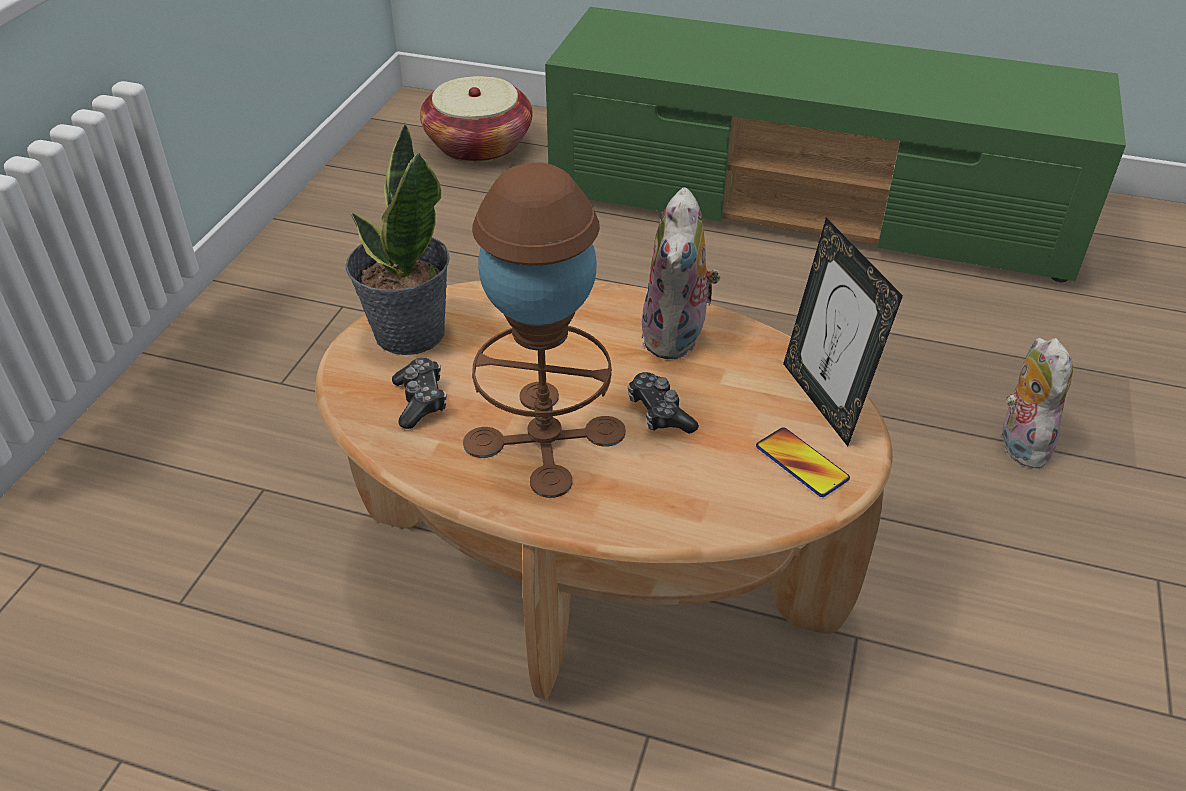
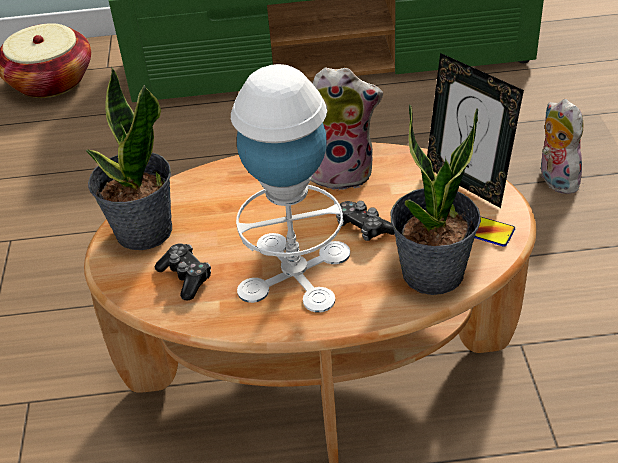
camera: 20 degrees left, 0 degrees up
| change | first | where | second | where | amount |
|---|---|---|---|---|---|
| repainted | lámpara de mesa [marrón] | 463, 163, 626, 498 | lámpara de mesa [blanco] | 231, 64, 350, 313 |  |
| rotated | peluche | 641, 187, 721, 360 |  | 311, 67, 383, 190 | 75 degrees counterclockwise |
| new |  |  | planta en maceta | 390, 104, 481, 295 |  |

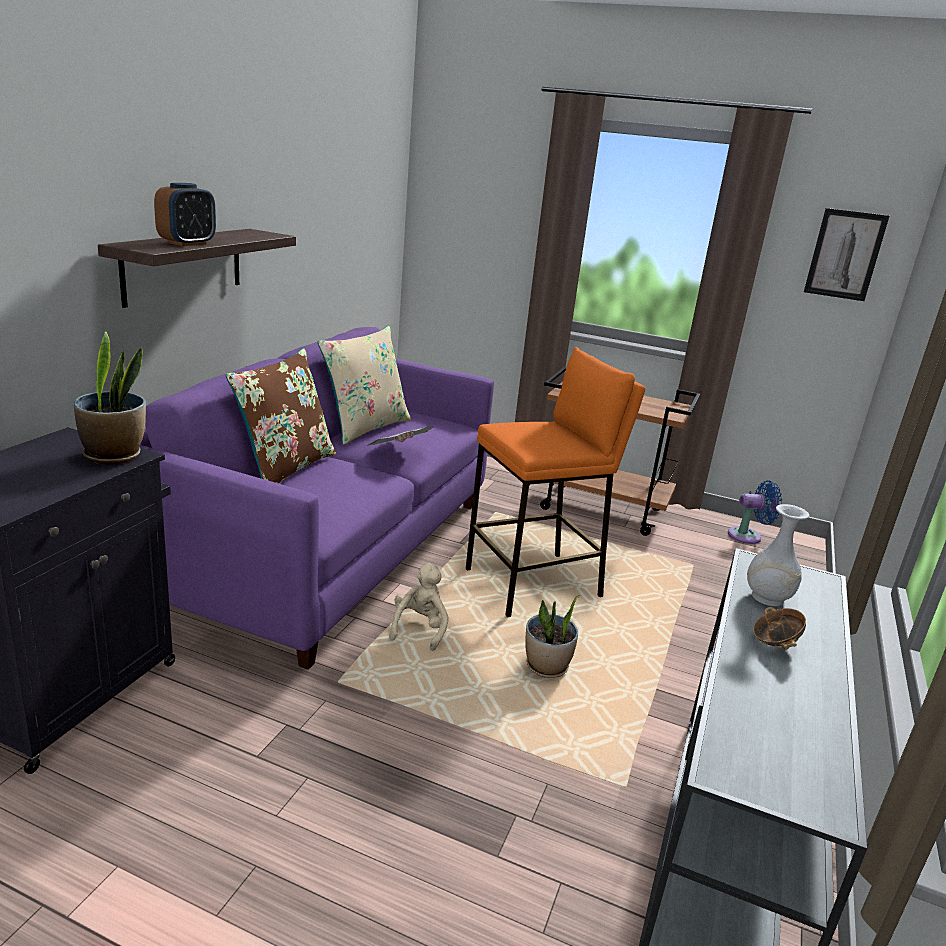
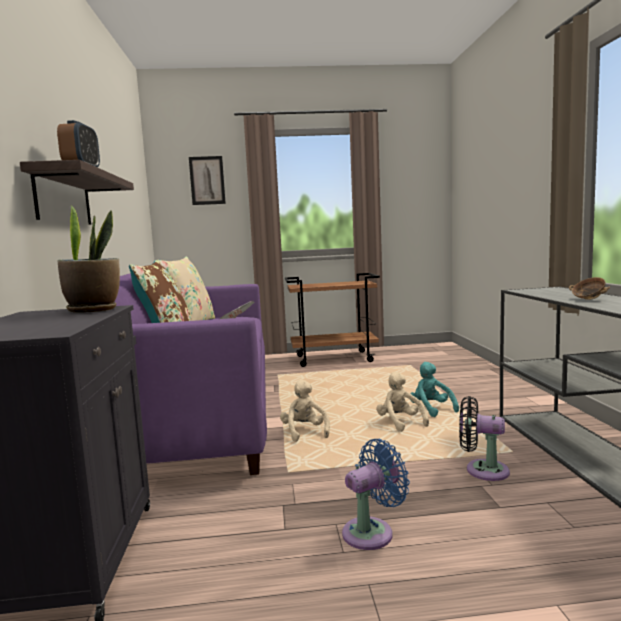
camera: 25 degrees left, 15 degrees down
| change | first | where | second | where | amount |
|---|---|---|---|---|---|
| shifted | cuadro | 804, 208, 889, 301 |  | 189, 156, 226, 205 |  |
| gone | taburete [naranja] | 466, 347, 645, 617 |  |  |  |
| shifted | ventilador [azul] | 728, 480, 782, 544 |  | 342, 439, 410, 550 |  |
| gone | florero [blanco] | 747, 504, 810, 606 |  |  |  |
| swapped | planta en maceta | 525, 595, 581, 678 | peluche [beis] | 376, 372, 429, 432 |  |
| new |  |  | peluche [turquesa] | 410, 362, 459, 417 |  |
| new |  |  | ventilador [negro] | 459, 396, 510, 481 |  |

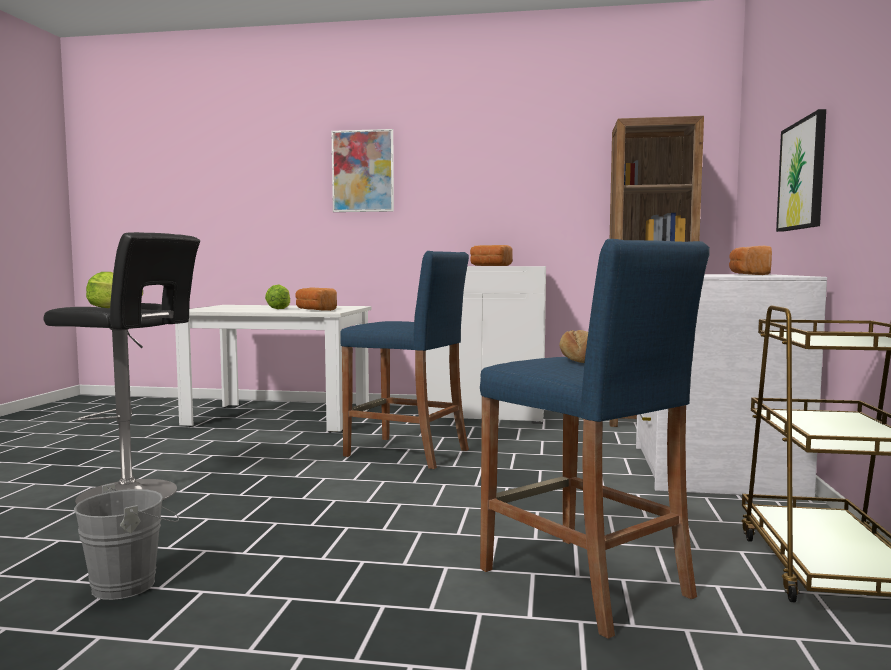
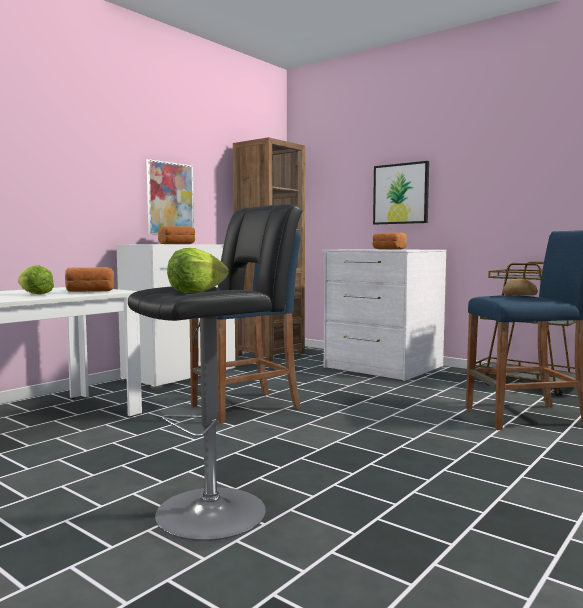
camera: 60 degrees left, 0 degrees up
| change | first | where | second | where | amount |
|---|---|---|---|---|---|
| shifted | cuadro | 331, 129, 394, 212 |  | 146, 159, 194, 234 |  |
| gone | cubo [gris] | 74, 483, 179, 600 |  |  |  |

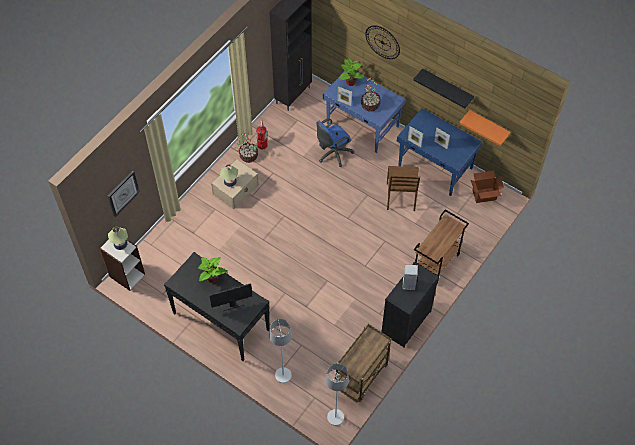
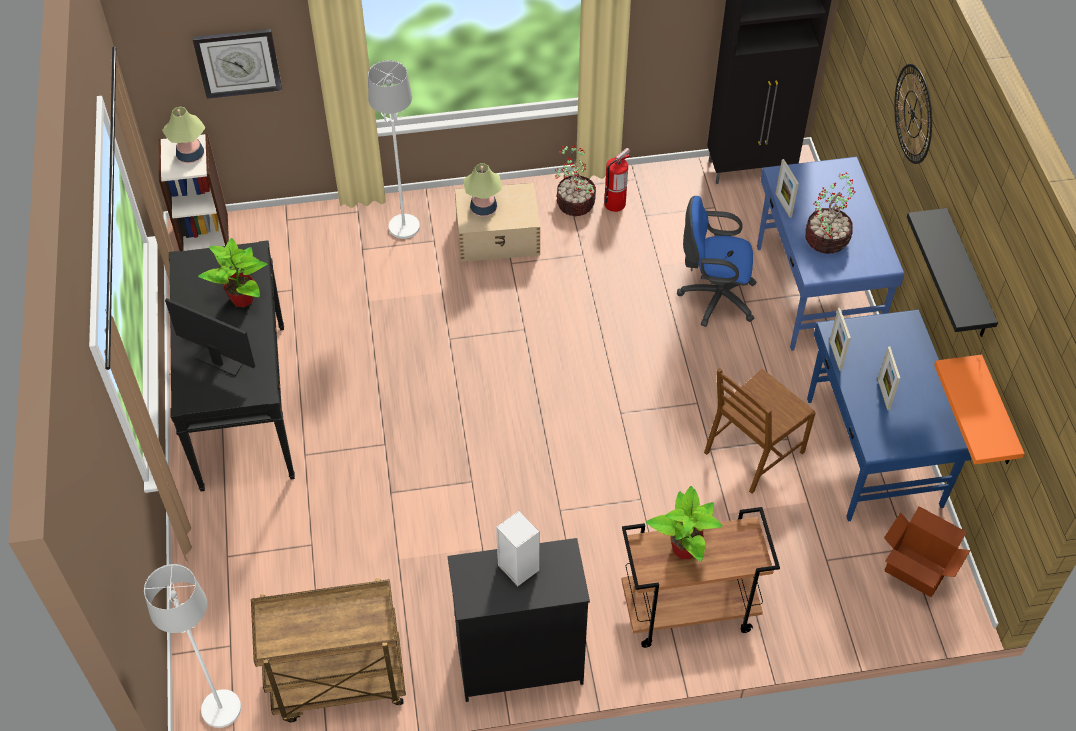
camera: 45 degrees right, 5 degrees down
| change | first | where | second | where | amount |
|---|---|---|---|---|---|
| shifted | planta en maceta | 339, 58, 364, 86 |  | 646, 486, 723, 562 |  |
| shifted | lámpara de pie [blanco] | 269, 319, 292, 383 |  | 368, 60, 420, 239 |  |

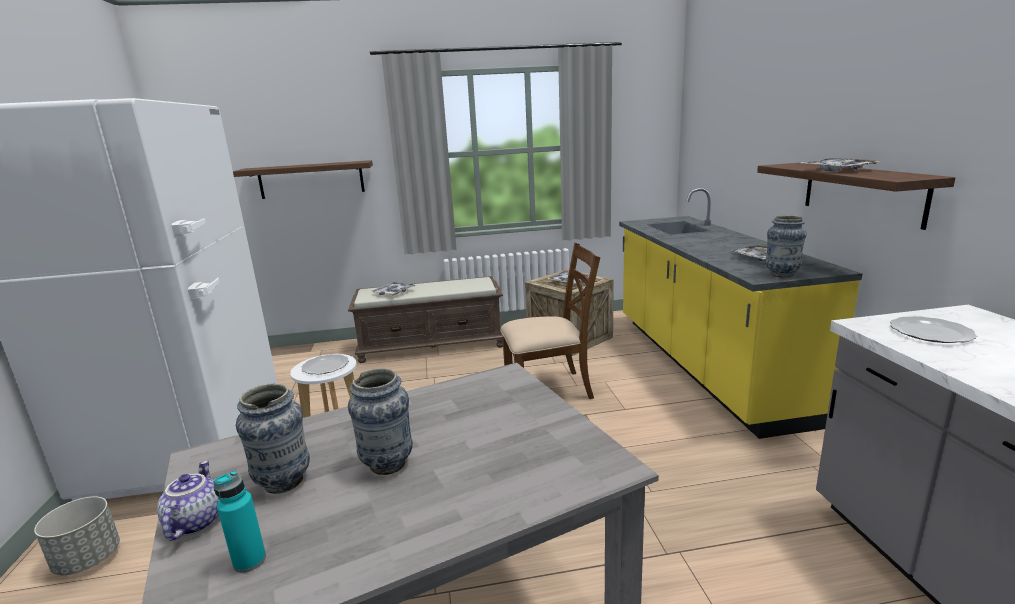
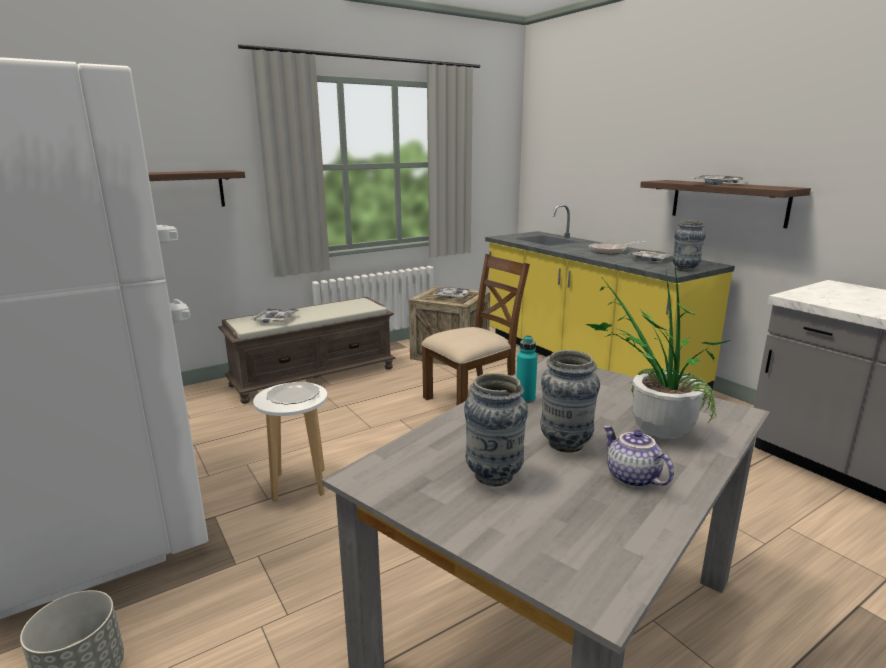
camera: 25 degrees left, 0 degrees up
| change | first | where | second | where | amount |
|---|---|---|---|---|---|
| gone | plato | 890, 316, 977, 343 |  |  |  |
| shifted | tetera | 157, 460, 219, 540 |  | 603, 425, 674, 488 |  |
| shifted | botella [turquesa] | 213, 471, 266, 573 |  | 516, 335, 538, 403 |  |
| new |  |  | sartén | 589, 241, 646, 254 |  |
| new |  |  | planta en maceta | 586, 260, 730, 439 |  |

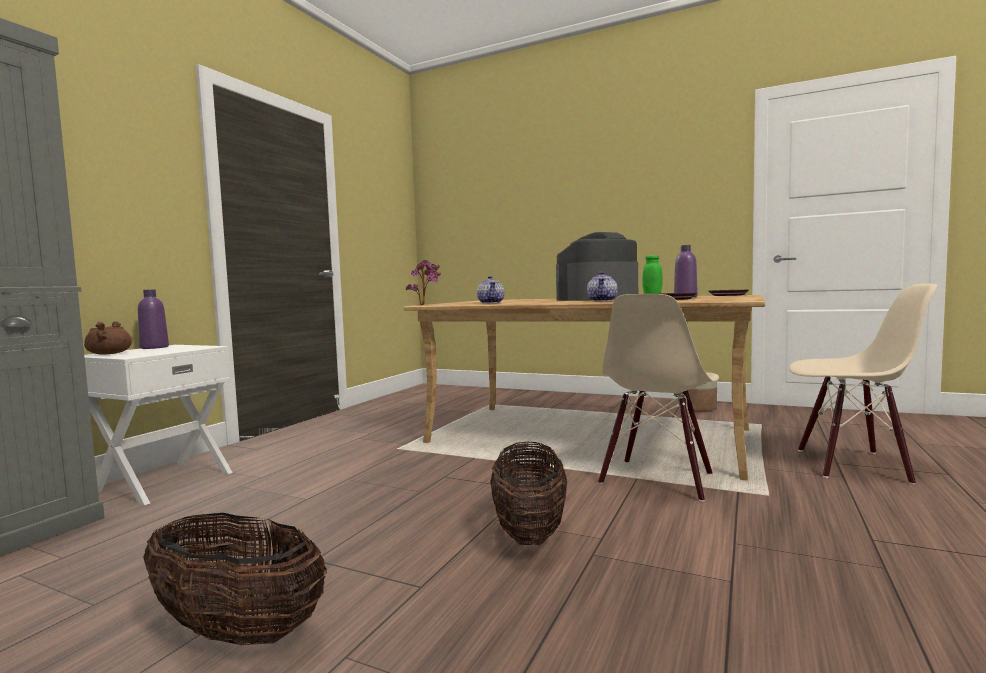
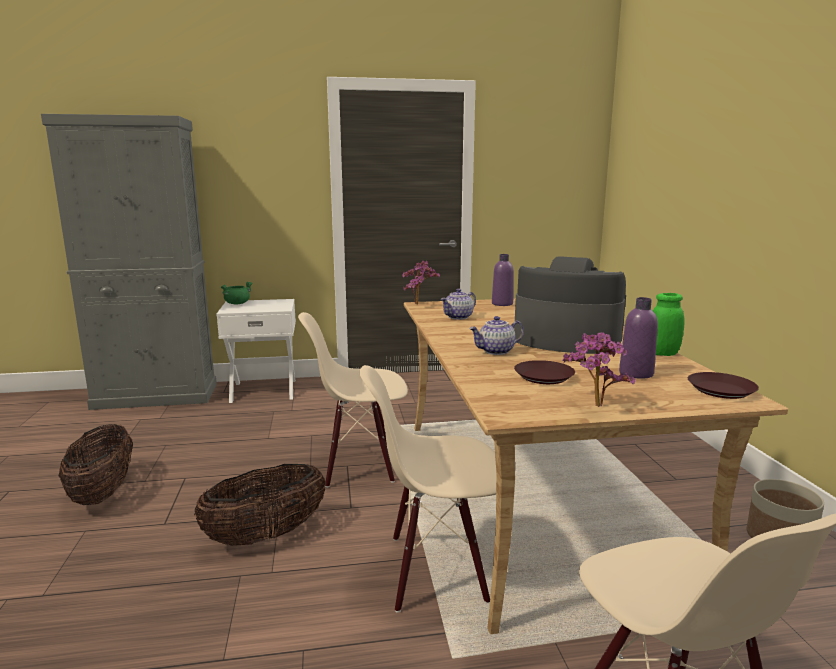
camera: 55 degrees right, 10 degrees up
| change | first | where | second | where | amount |
|---|---|---|---|---|---|
| shifted | botella [morado] | 138, 289, 169, 349 |  | 492, 254, 514, 306 |  |
| repainted | olla [marrón] | 84, 321, 132, 355 | olla [verde] | 221, 282, 253, 304 |  |
| new |  |  | silla [beis] | 298, 312, 408, 488 |  |
| new |  |  | planta en maceta | 563, 332, 635, 407 |  |

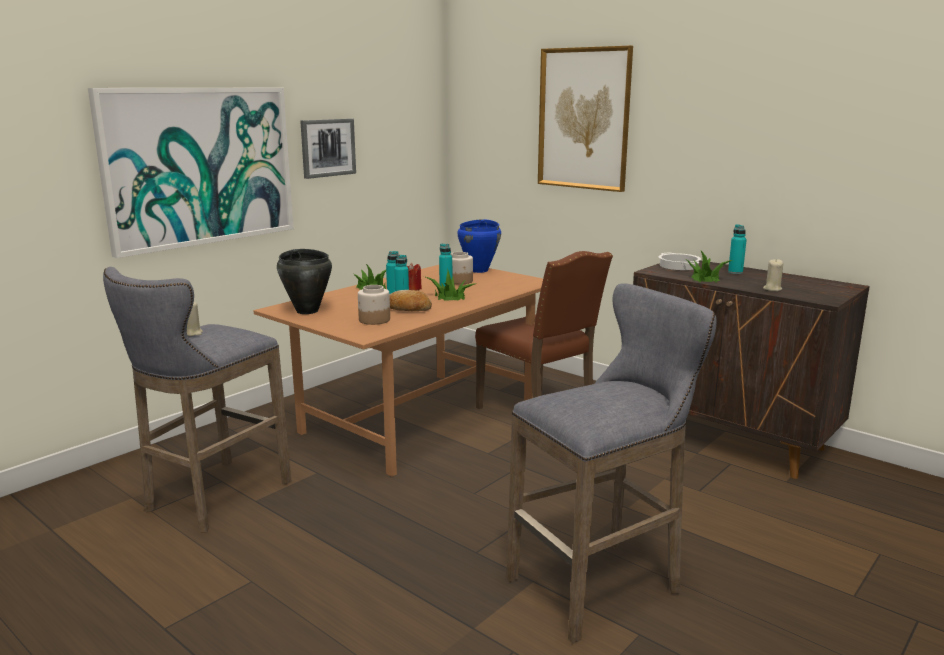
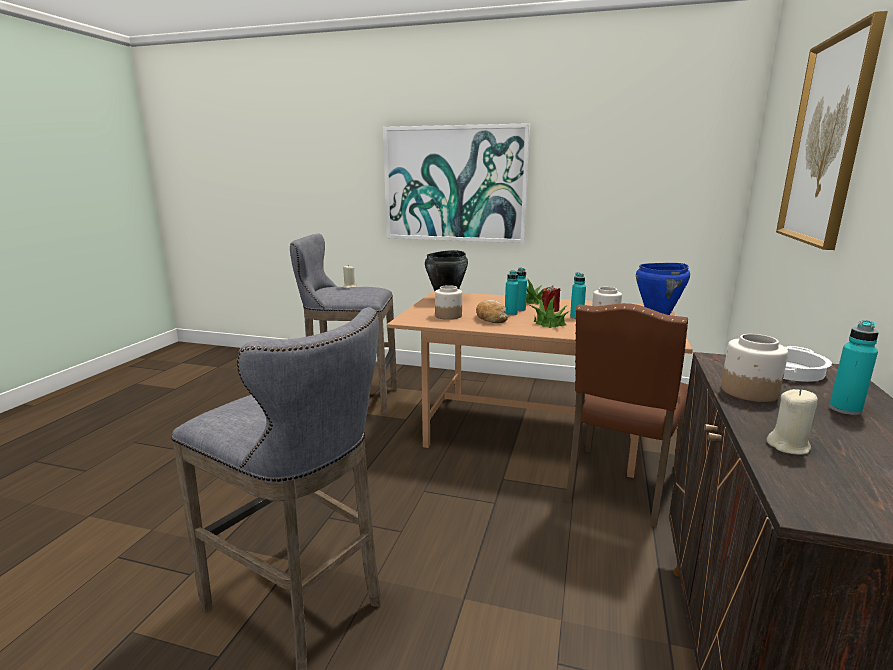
camera: 65 degrees right, 0 degrees up
| change | first | where | second | where | amount |
|---|---|---|---|---|---|
| gone | cuadro | 300, 118, 356, 179 |  |  |  |
| swapped | planta en maceta | 687, 251, 732, 282 | tarro | 721, 334, 788, 402 |  |

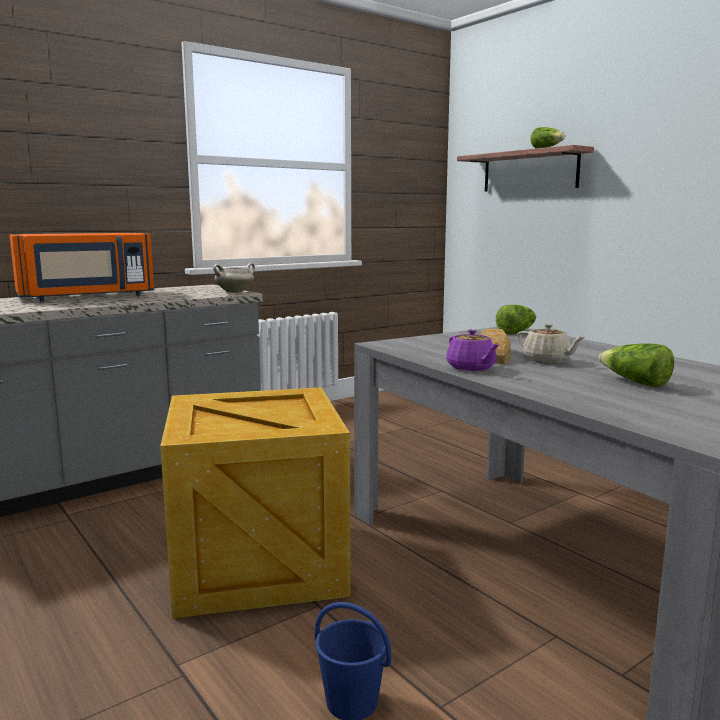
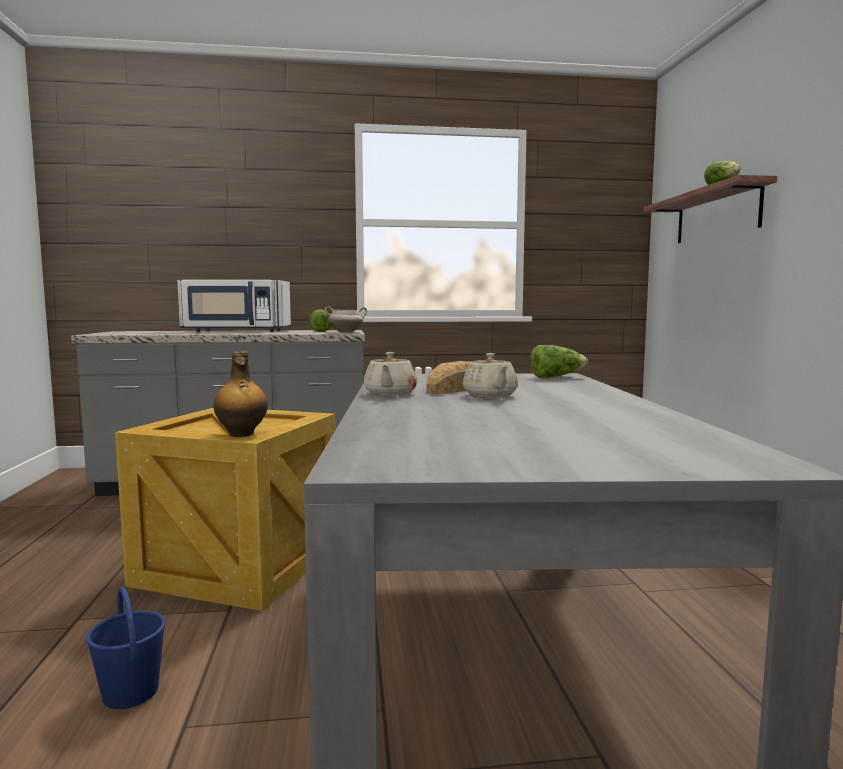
camera: 30 degrees right, 5 degrees down
| change | first | where | second | where | amount |
|---|---|---|---|---|---|
| repainted | microondas [naranja] | 9, 233, 154, 301 | microondas [blanco] | 177, 280, 291, 332 |  |
| repainted | tetera [morado] | 447, 329, 499, 371 | tetera [beis] | 364, 352, 417, 396 |  |
| shifted | lechuga | 599, 343, 674, 388 |  | 309, 309, 332, 332 |  |
| new |  |  | botella | 214, 351, 268, 437 |  |

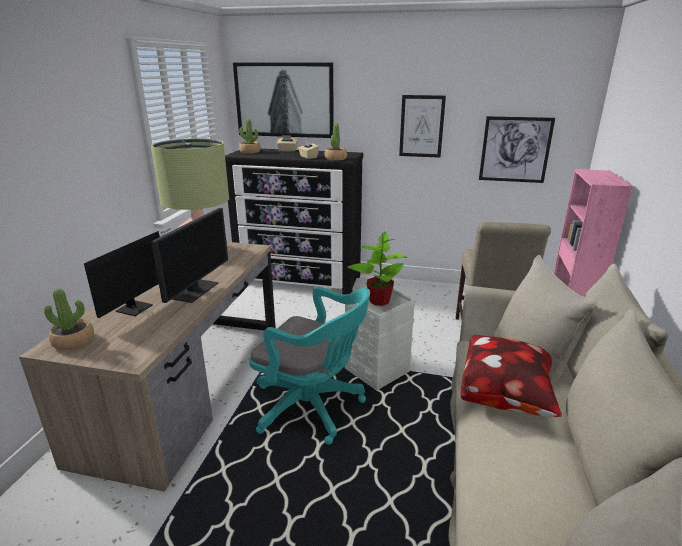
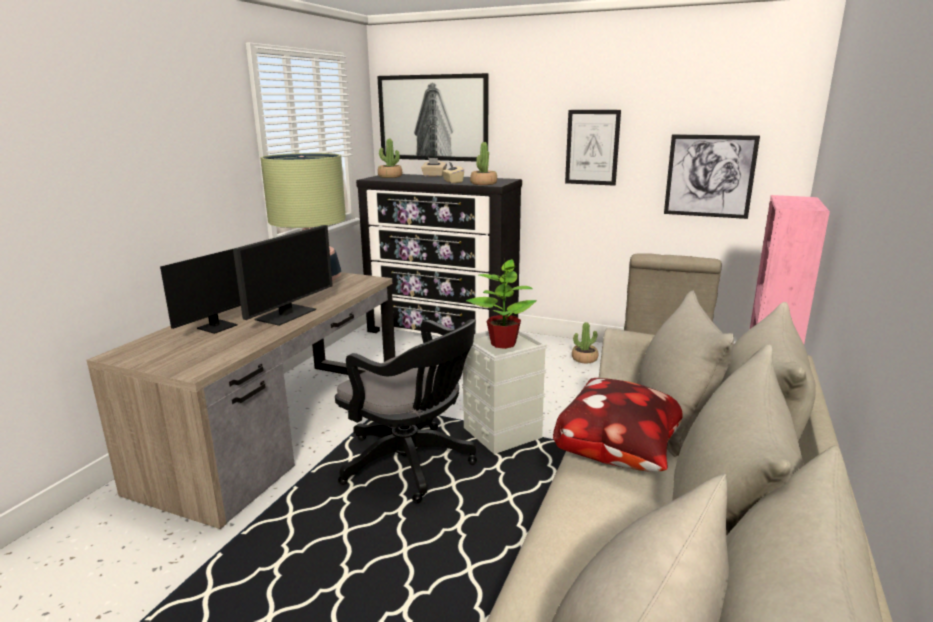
camera: 10 degrees right, 5 degrees down
| change | first | where | second | where | amount |
|---|---|---|---|---|---|
| repainted | silla de oficina [turquesa] | 249, 286, 370, 445 | silla de oficina [negro] | 335, 319, 477, 504 |  |
| shifted | planta en maceta | 44, 289, 94, 350 |  | 572, 322, 598, 363 |  |

